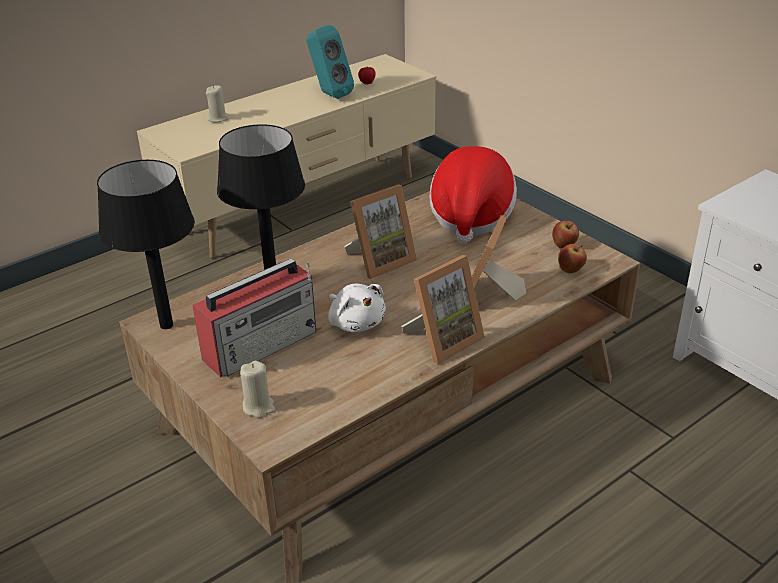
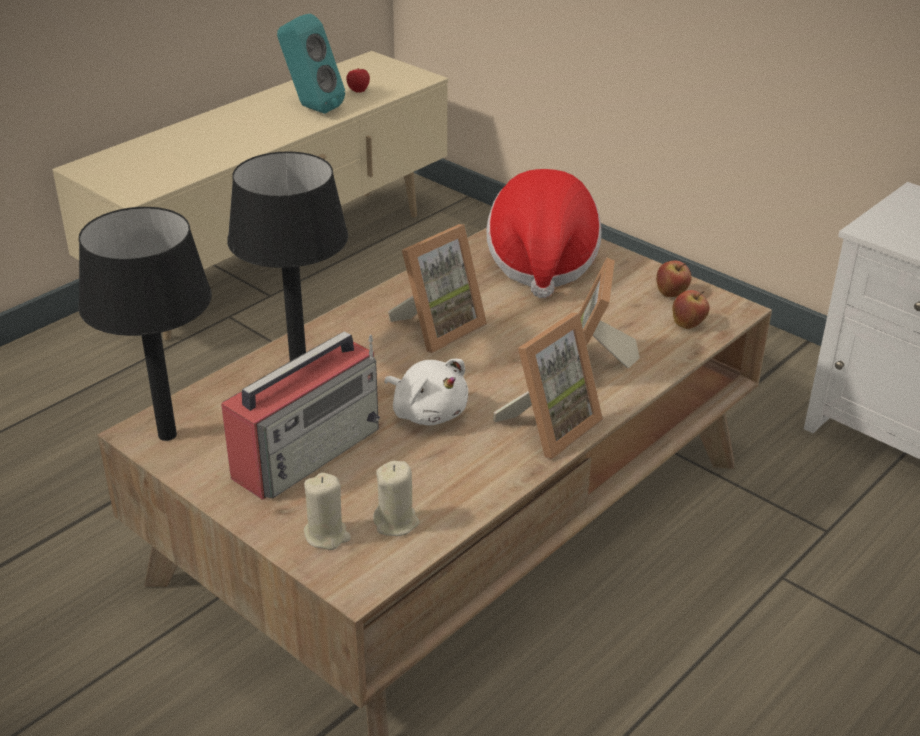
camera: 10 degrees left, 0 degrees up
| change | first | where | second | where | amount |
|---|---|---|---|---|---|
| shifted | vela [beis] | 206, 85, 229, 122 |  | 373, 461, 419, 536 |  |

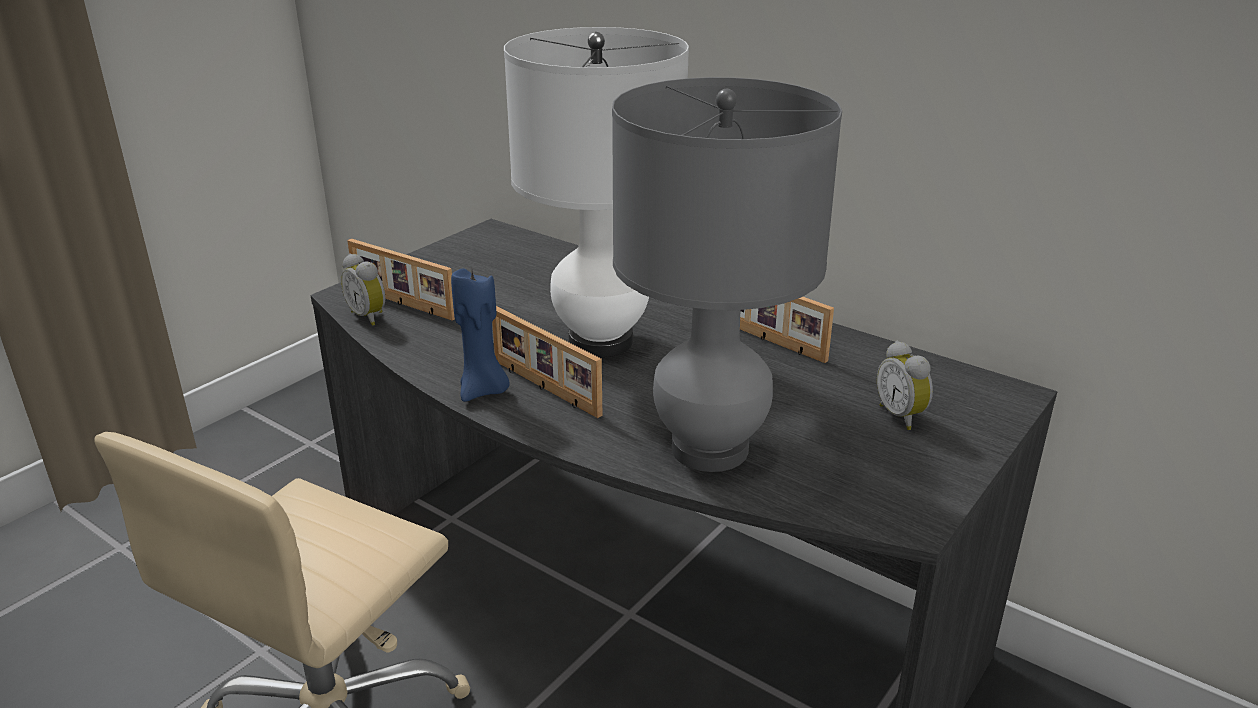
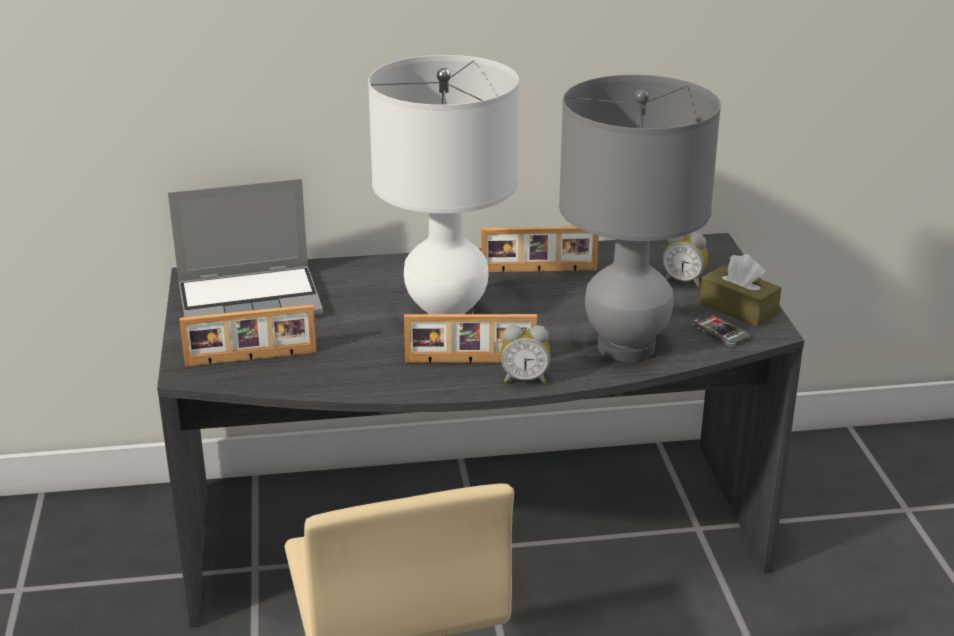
camera: 45 degrees left, 0 degrees up
| change | first | where | second | where | amount |
|---|---|---|---|---|---|
| shifted | despertador | 341, 253, 385, 326 |  | 501, 325, 550, 384 |  |
| gone | vela [azul] | 451, 268, 510, 402 |  |  |  |
| new |  |  | portátil | 168, 179, 323, 317 |  |
| new |  |  | caja de pañuelos [marrón] | 700, 254, 781, 327 |  |
| new |  |  | móvil | 691, 314, 750, 346 |  |

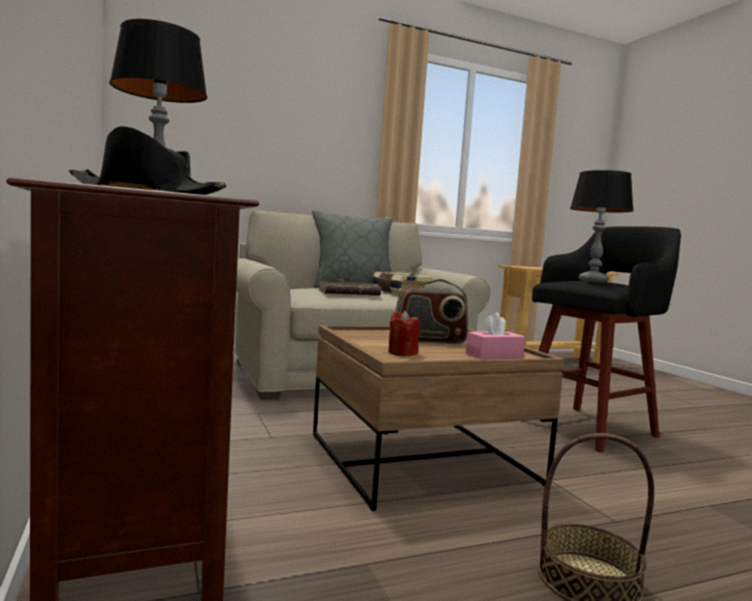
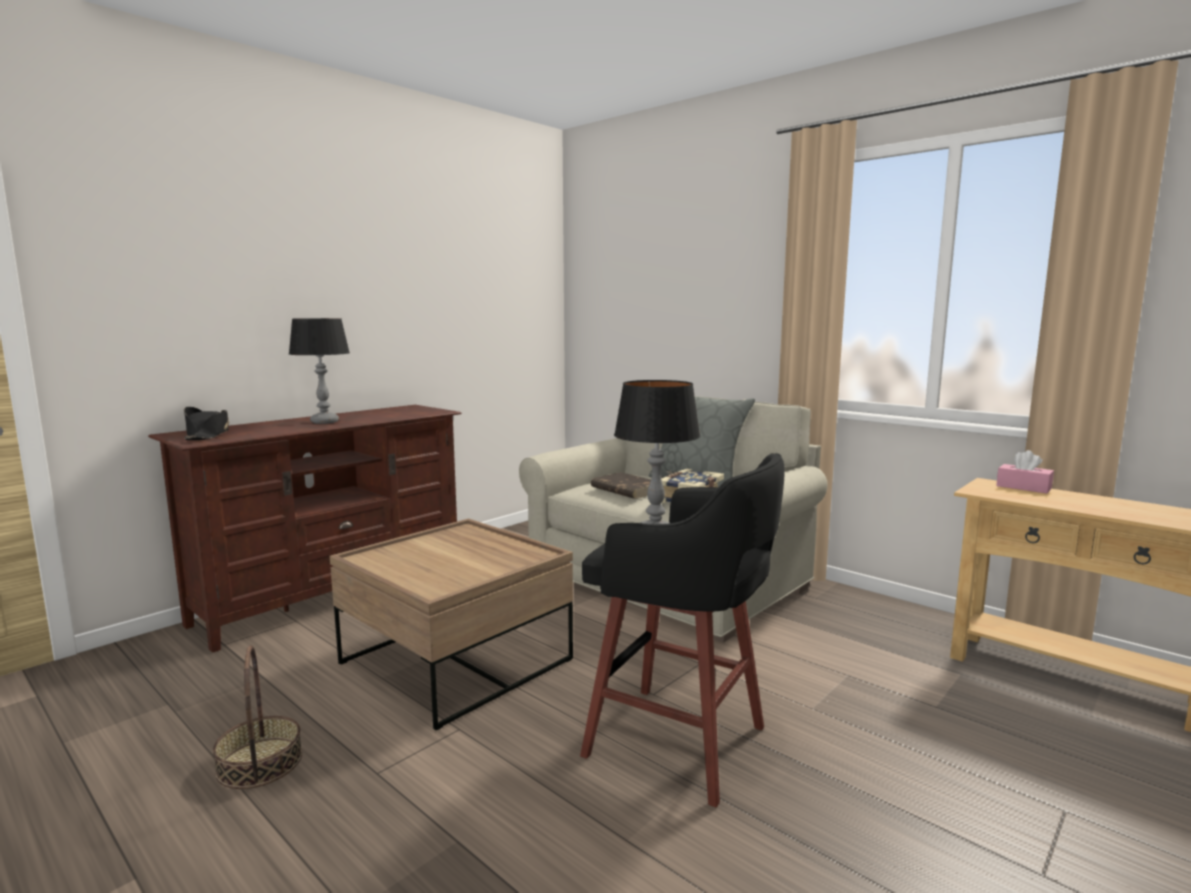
camera: 65 degrees right, 5 degrees up
| change | first | where | second | where | amount |
|---|---|---|---|---|---|
| gone | radio | 395, 279, 468, 344 |  |  |  |
| gone | vela [rojo] | 388, 311, 420, 356 |  |  |  |
| shifted | caja de pañuelos [rosa] | 466, 312, 525, 360 |  | 996, 450, 1054, 494 |  |

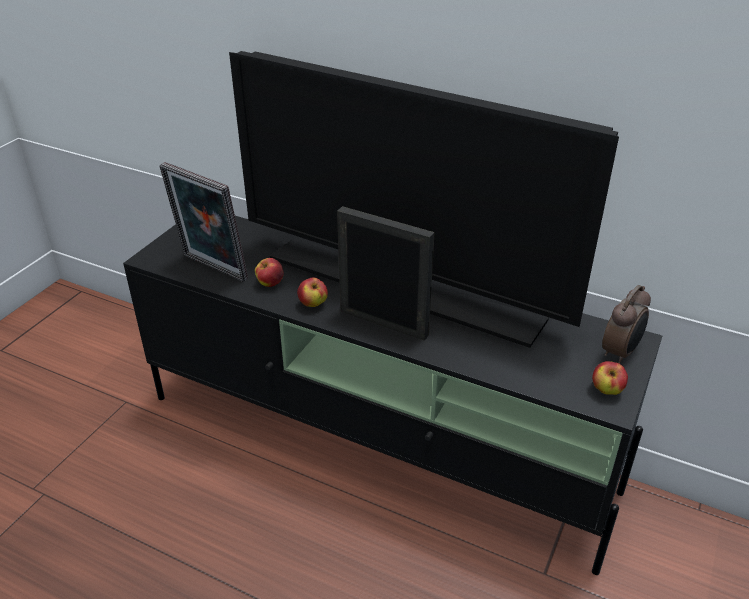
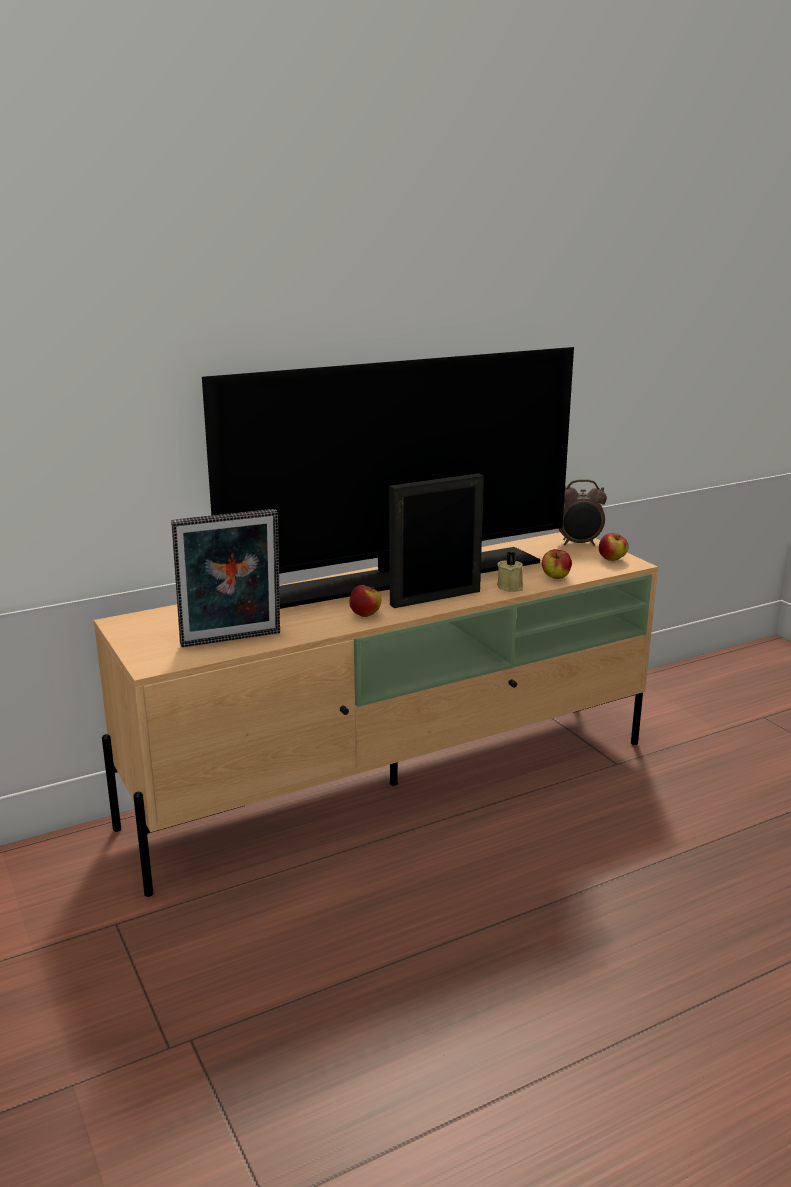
camera: 55 degrees left, 15 degrees down
| change | first | where | second | where | amount |
|---|---|---|---|---|---|
| repainted | mueble de televisión [negro] | 123, 216, 662, 575 | mueble de televisión [beis] | 94, 532, 658, 897 |  |
| shifted | manzana | 255, 258, 284, 287 |  | 542, 549, 572, 579 |  |
| rotated | despertador | 602, 285, 651, 364 |  | 558, 479, 607, 546 | 105 degrees clockwise |
| new |  |  | vela [beis] | 497, 552, 523, 592 |  |

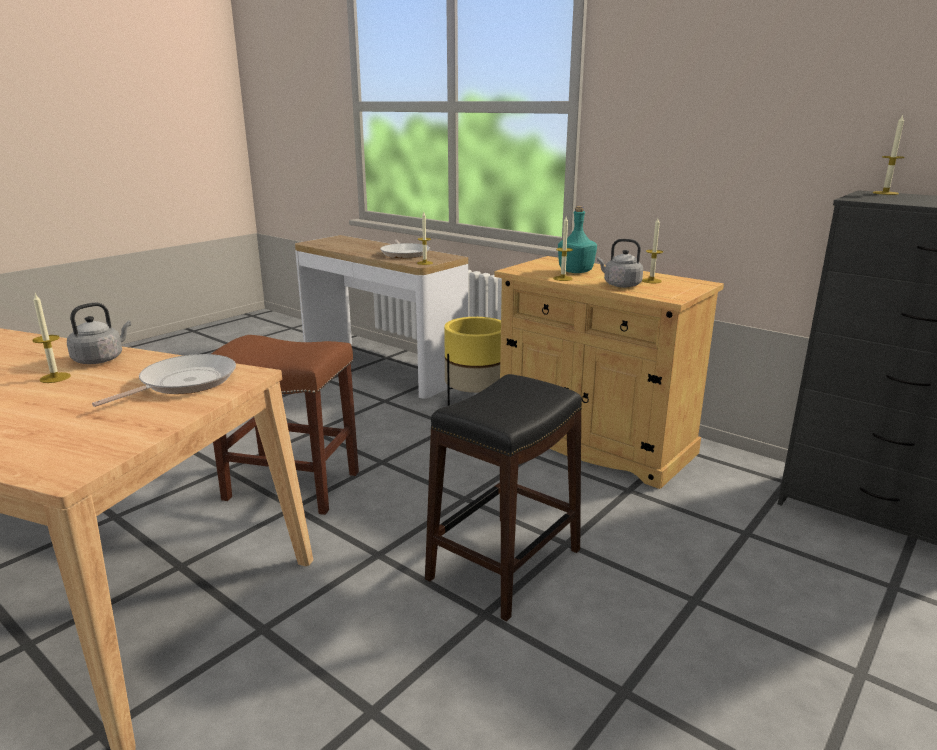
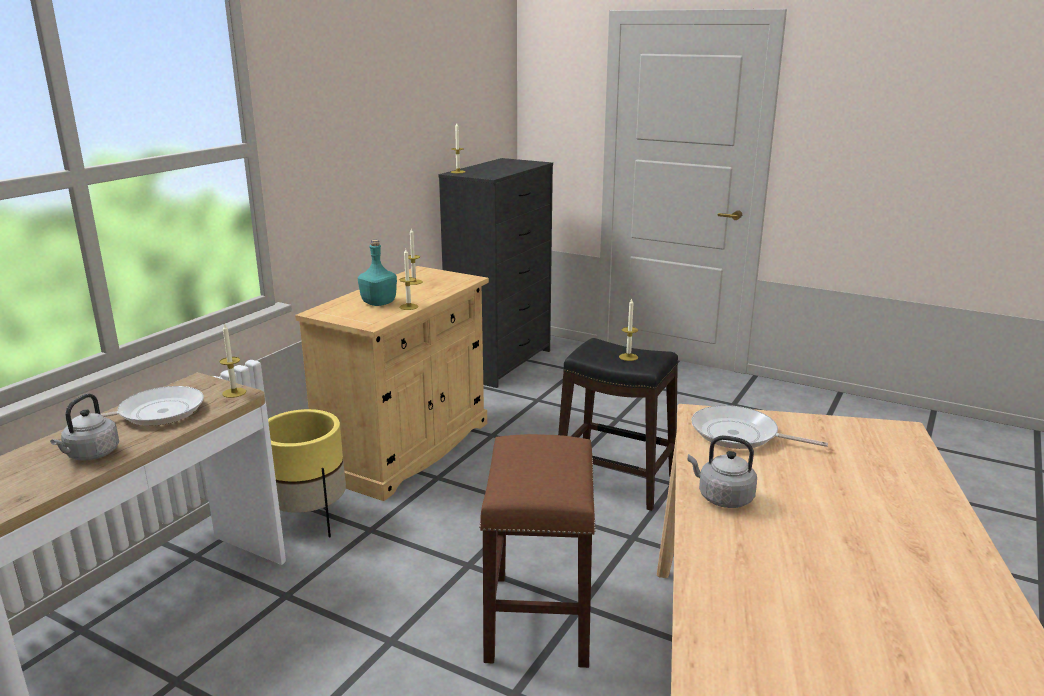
camera: 100 degrees left, 0 degrees up
| change | first | where | second | where | amount |
|---|---|---|---|---|---|
| shifted | hervidor [gris] | 597, 239, 643, 288 |  | 50, 394, 119, 461 |  |
| shifted | vela | 32, 294, 71, 383 |  | 619, 299, 638, 361 |  |

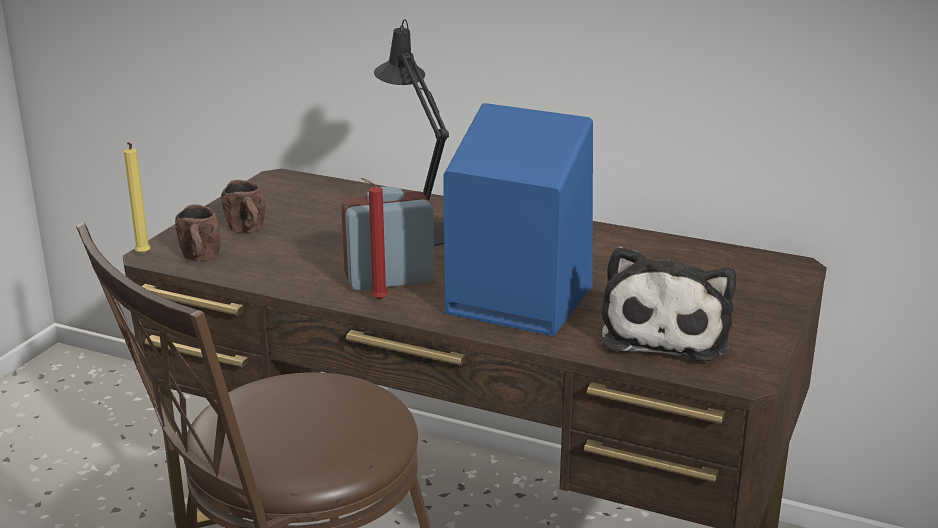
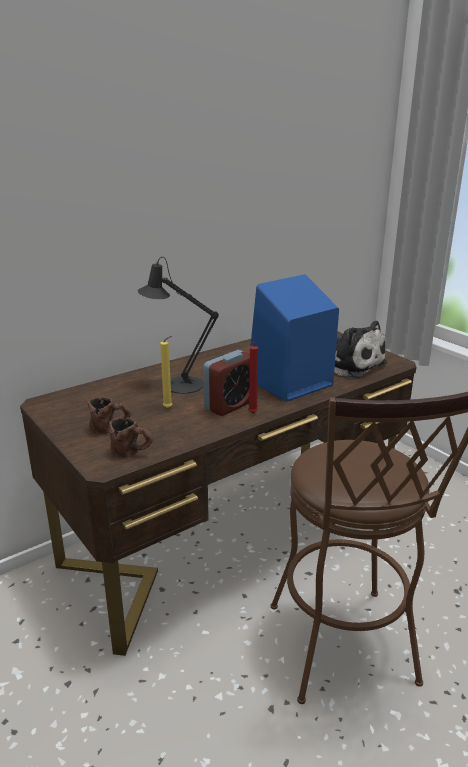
camera: 60 degrees left, 0 degrees up
| change | first | where | second | where | amount |
|---|---|---|---|---|---|
| shifted | vela [amarillo] | 124, 142, 150, 255 |  | 160, 336, 172, 408 |  |
| rotated | despertador | 341, 186, 434, 291 |  | 203, 350, 250, 416 | 150 degrees counterclockwise |

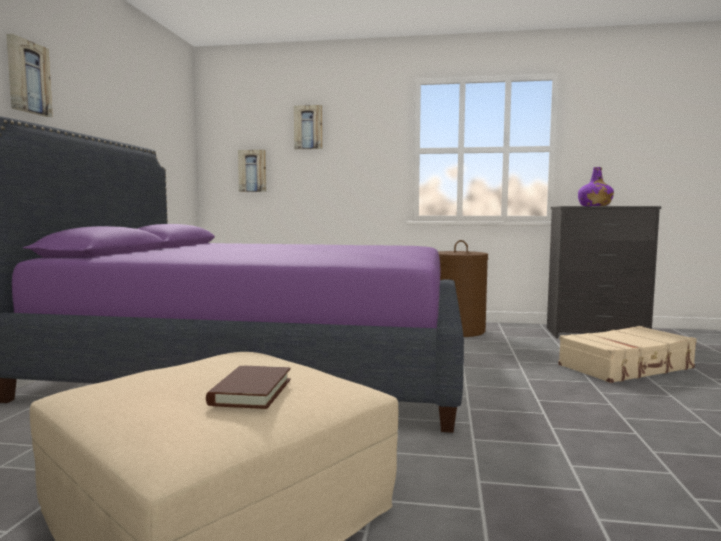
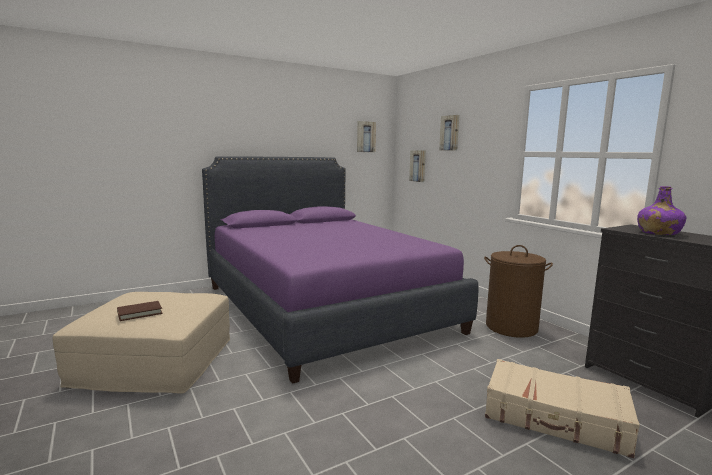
camera: 50 degrees right, 5 degrees up
| change | first | where | second | where | amount |
|---|---|---|---|---|---|
| shifted | cuadro | 6, 34, 53, 117 |  | 357, 121, 376, 152 |  |

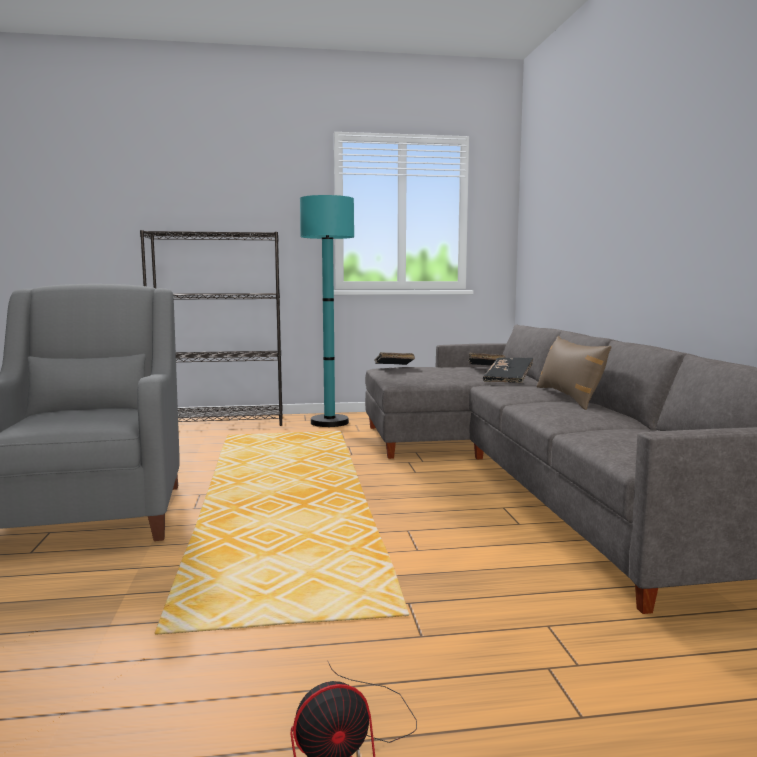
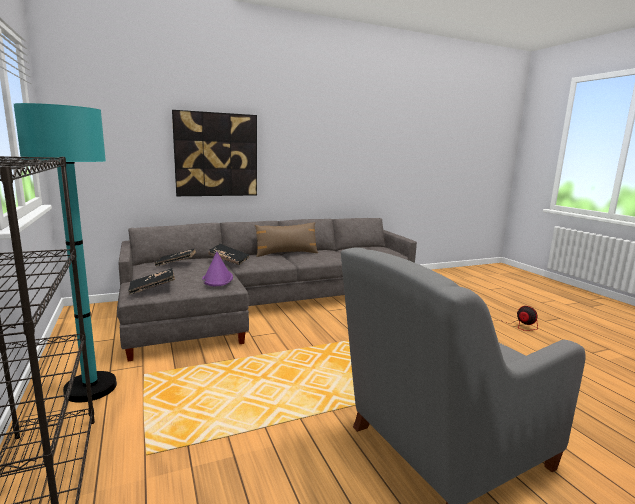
camera: 105 degrees left, 5 degrees up
| change | first | where | second | where | amount |
|---|---|---|---|---|---|
| new |  |  | cuadro | 172, 110, 257, 196 |  |
| new |  |  | sombrero [morado] | 202, 252, 233, 286 |  |

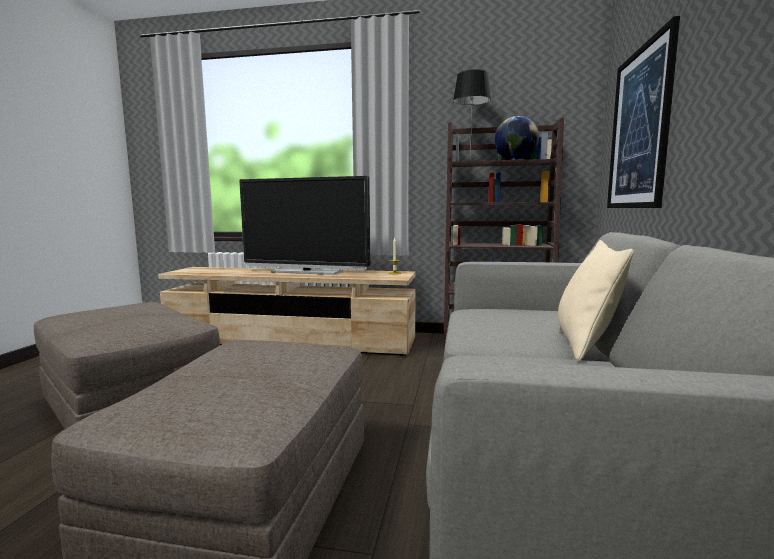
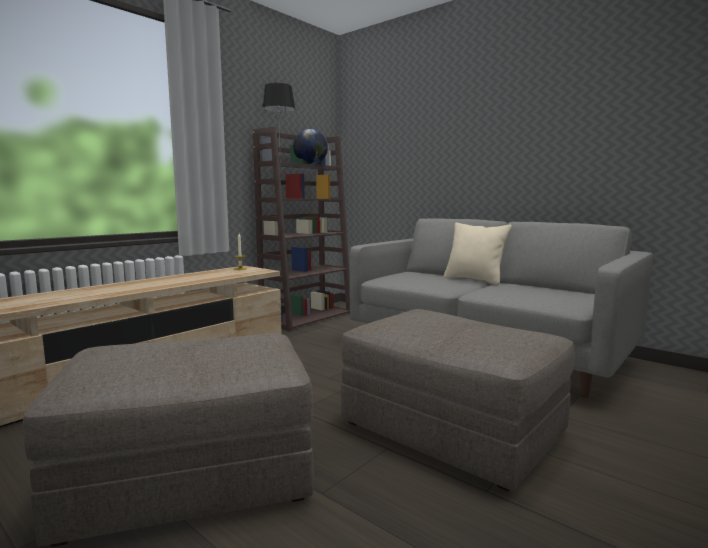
camera: 60 degrees left, 0 degrees up
| change | first | where | second | where | amount |
|---|---|---|---|---|---|
| gone | cuadro | 607, 16, 680, 208 |  |  |  |
| gone | televisor | 239, 176, 370, 275 |  |  |  |

